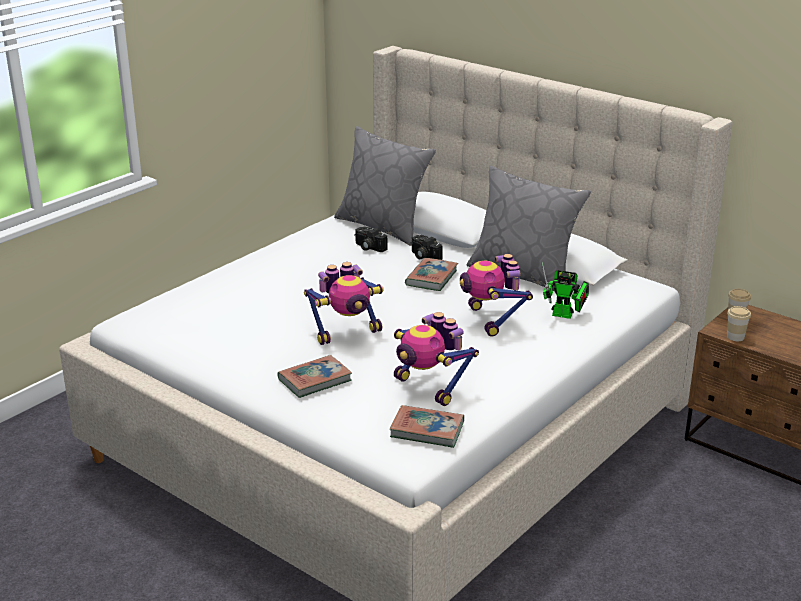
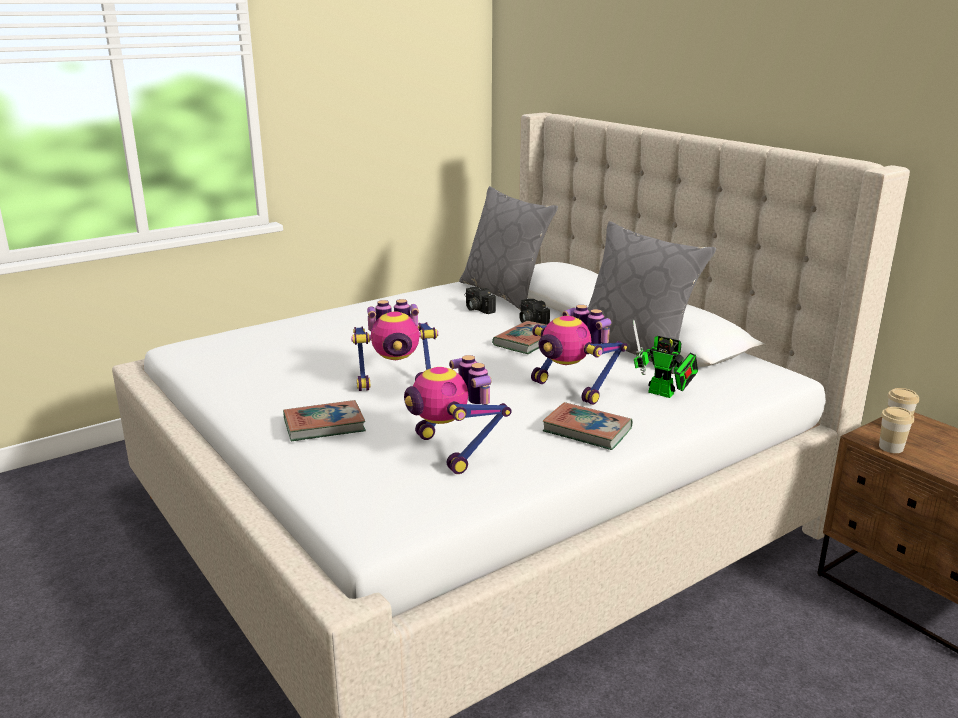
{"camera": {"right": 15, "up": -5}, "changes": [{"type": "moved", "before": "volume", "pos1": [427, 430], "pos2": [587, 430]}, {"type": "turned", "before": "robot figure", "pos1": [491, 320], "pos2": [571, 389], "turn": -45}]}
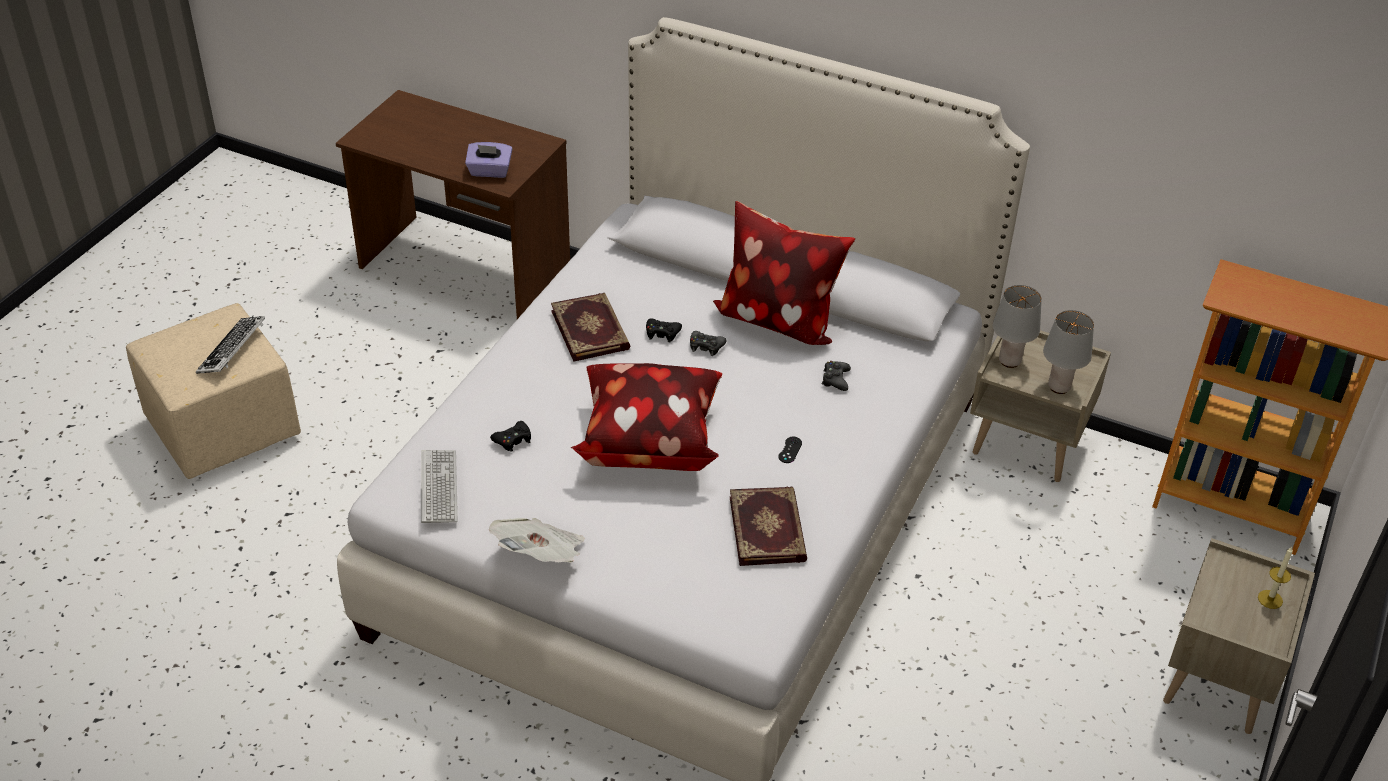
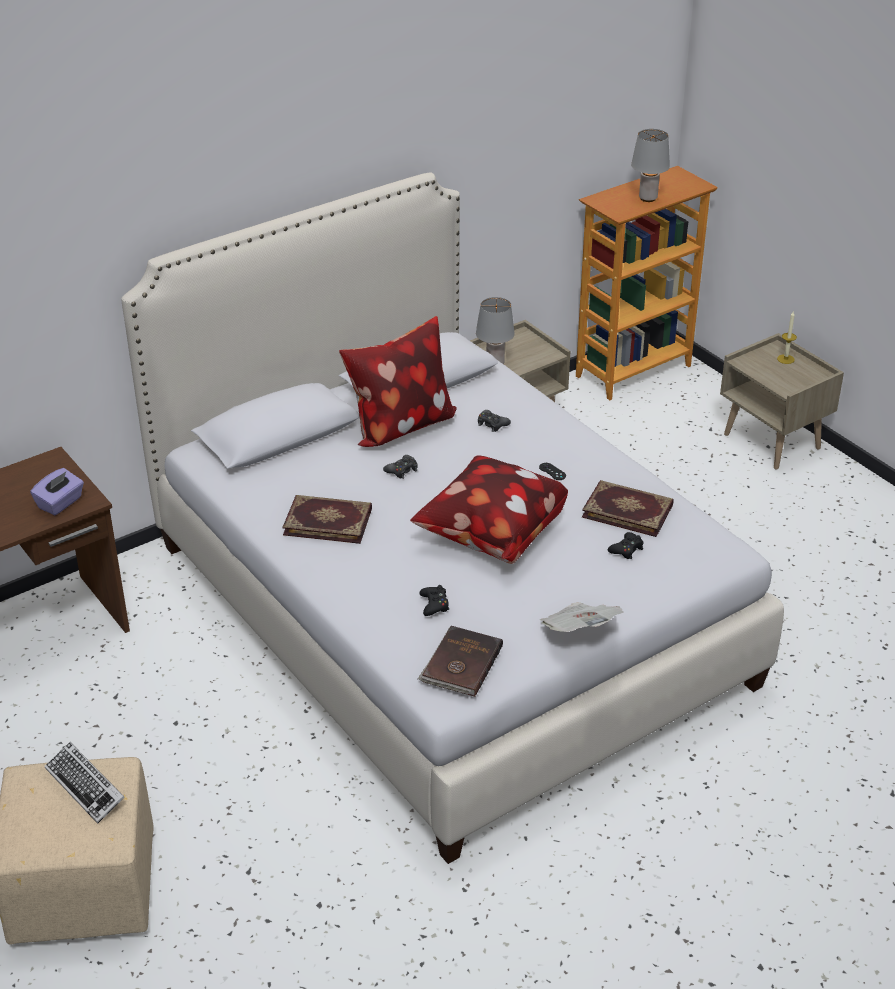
{"camera": {"right": -60, "up": -5}, "changes": [{"type": "moved", "before": "game controller/black-coloured", "pos1": [662, 333], "pos2": [626, 549]}, {"type": "moved", "before": "tabletop lamp/greyish", "pos1": [1058, 387], "pos2": [647, 198]}, {"type": "replaced", "before": "computer keyboard", "after": "volume/brown-coloured", "pos1": [439, 487], "pos2": [460, 664]}]}
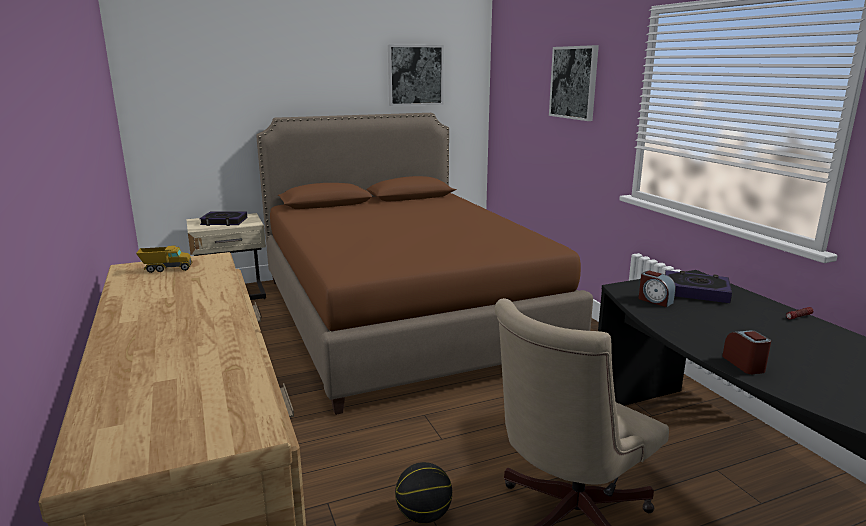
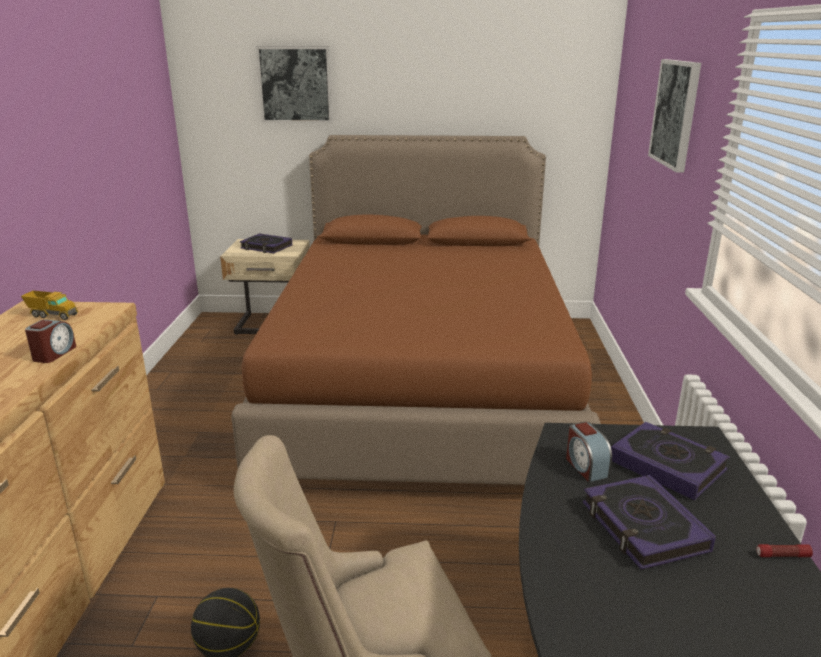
{"camera": {"right": 25, "up": 5}, "changes": [{"type": "added", "after": "volume", "pos2": [643, 527]}, {"type": "moved", "before": "wall picture", "pos1": [415, 75], "pos2": [295, 84]}, {"type": "moved", "before": "bedside clock", "pos1": [744, 364], "pos2": [54, 354]}]}
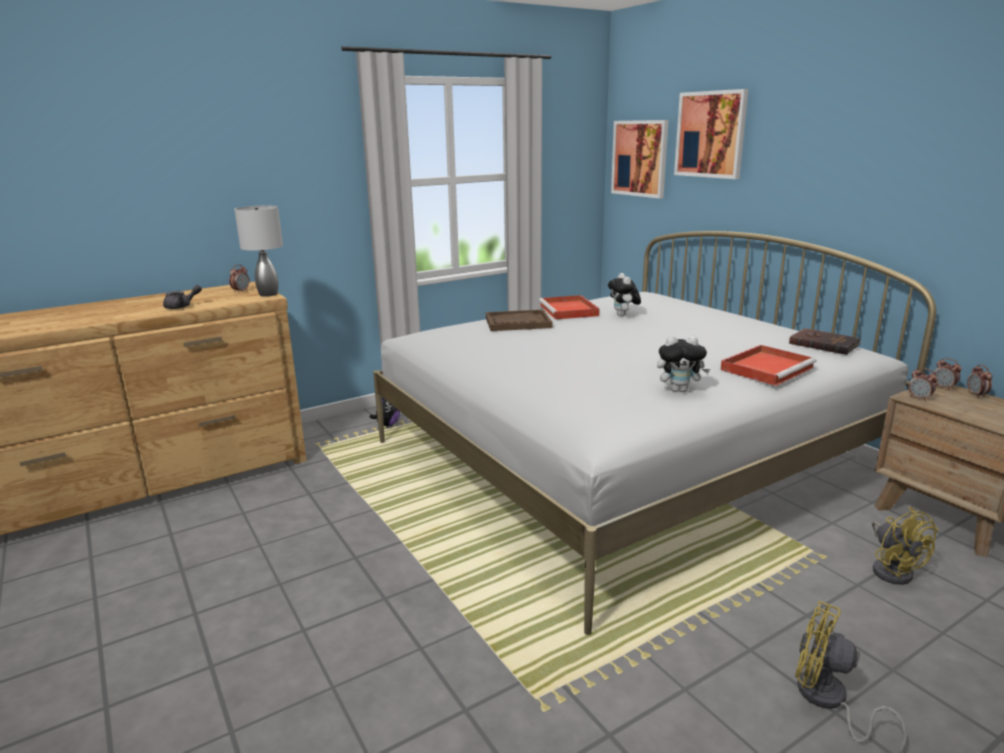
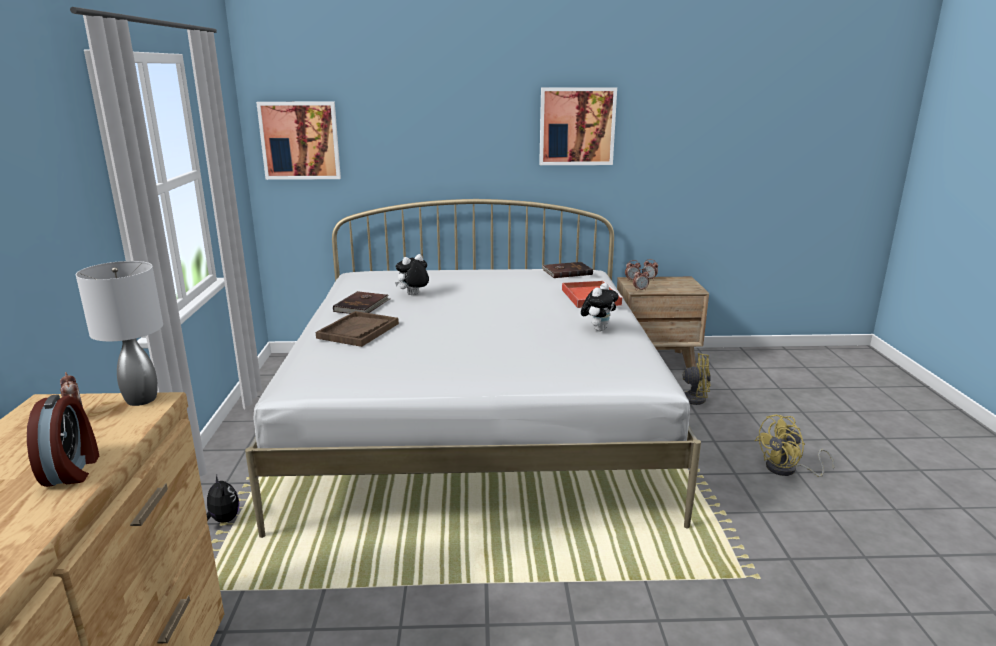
{"camera": {"right": -60, "up": 0}, "changes": [{"type": "moved", "before": "wall picture", "pos1": [711, 134], "pos2": [577, 126]}, {"type": "replaced", "before": "pot for tea/greyish", "after": "bedside clock", "pos1": [182, 306], "pos2": [72, 470]}, {"type": "replaced", "before": "carrying tray/red", "after": "volume/brown-coloured", "pos1": [569, 310], "pos2": [362, 306]}, {"type": "turned", "before": "soft toy", "pos1": [623, 315], "pos2": [413, 295], "turn": 120}]}
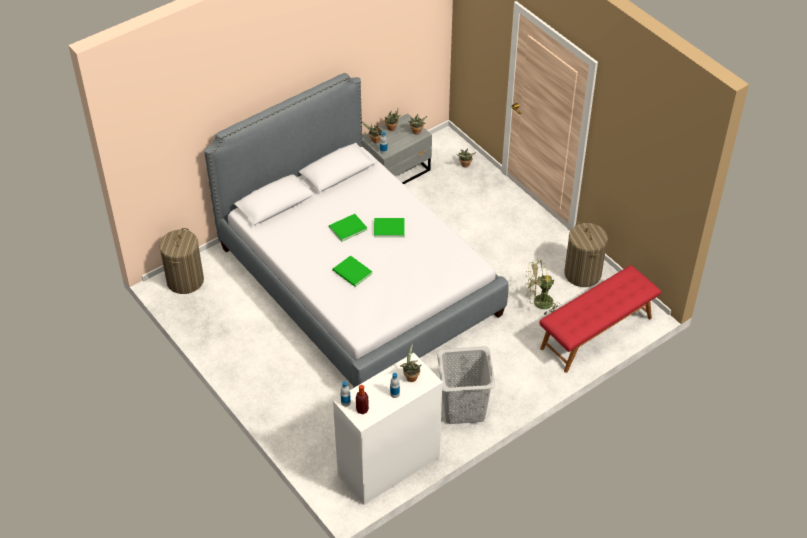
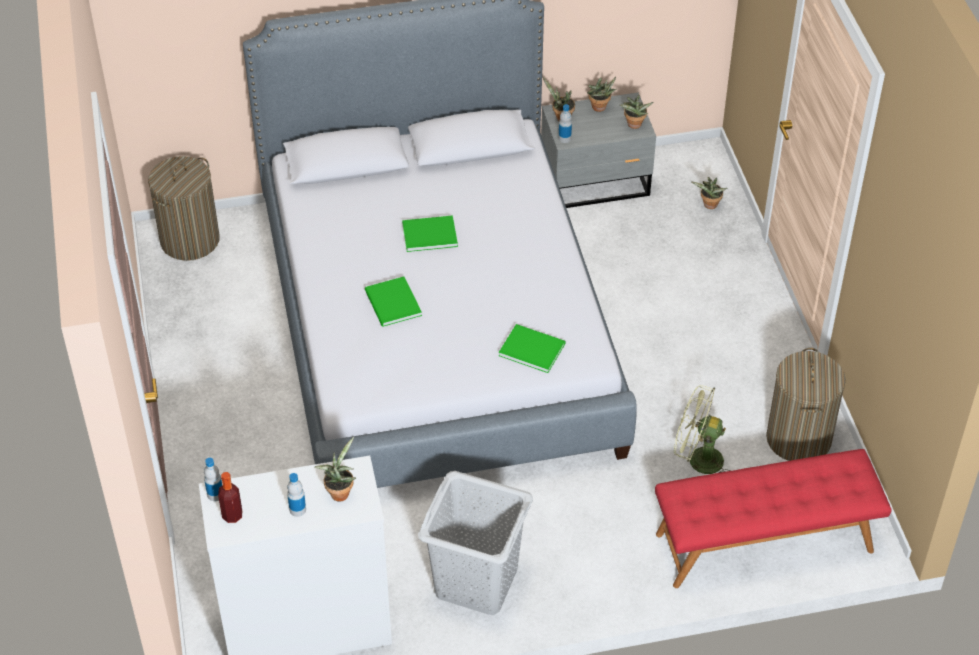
{"camera": {"right": 25, "up": 0}, "changes": [{"type": "moved", "before": "volume/greenish", "pos1": [388, 227], "pos2": [531, 348]}]}
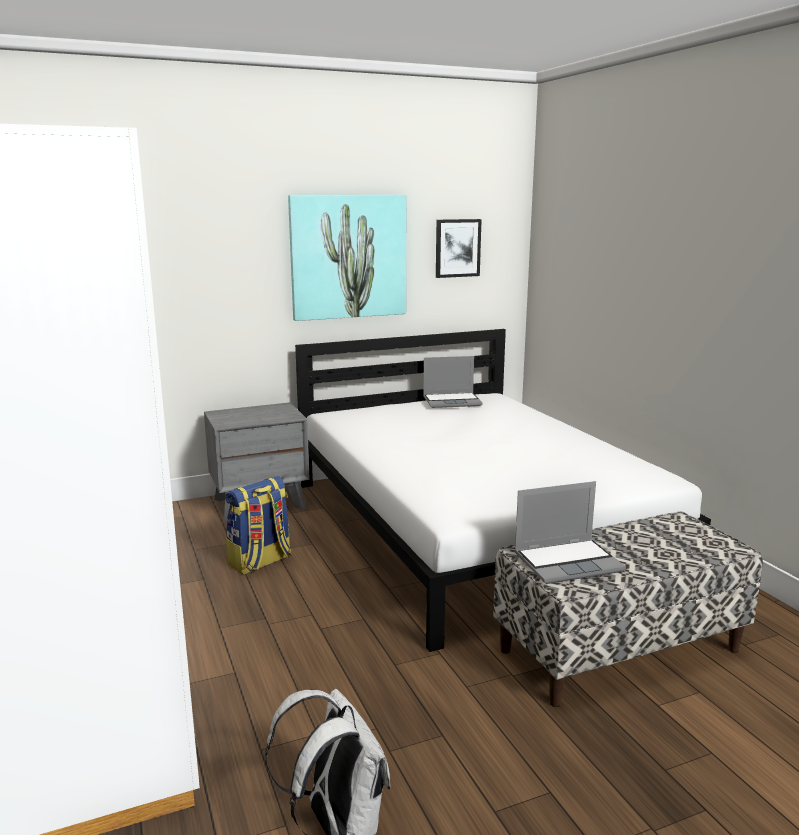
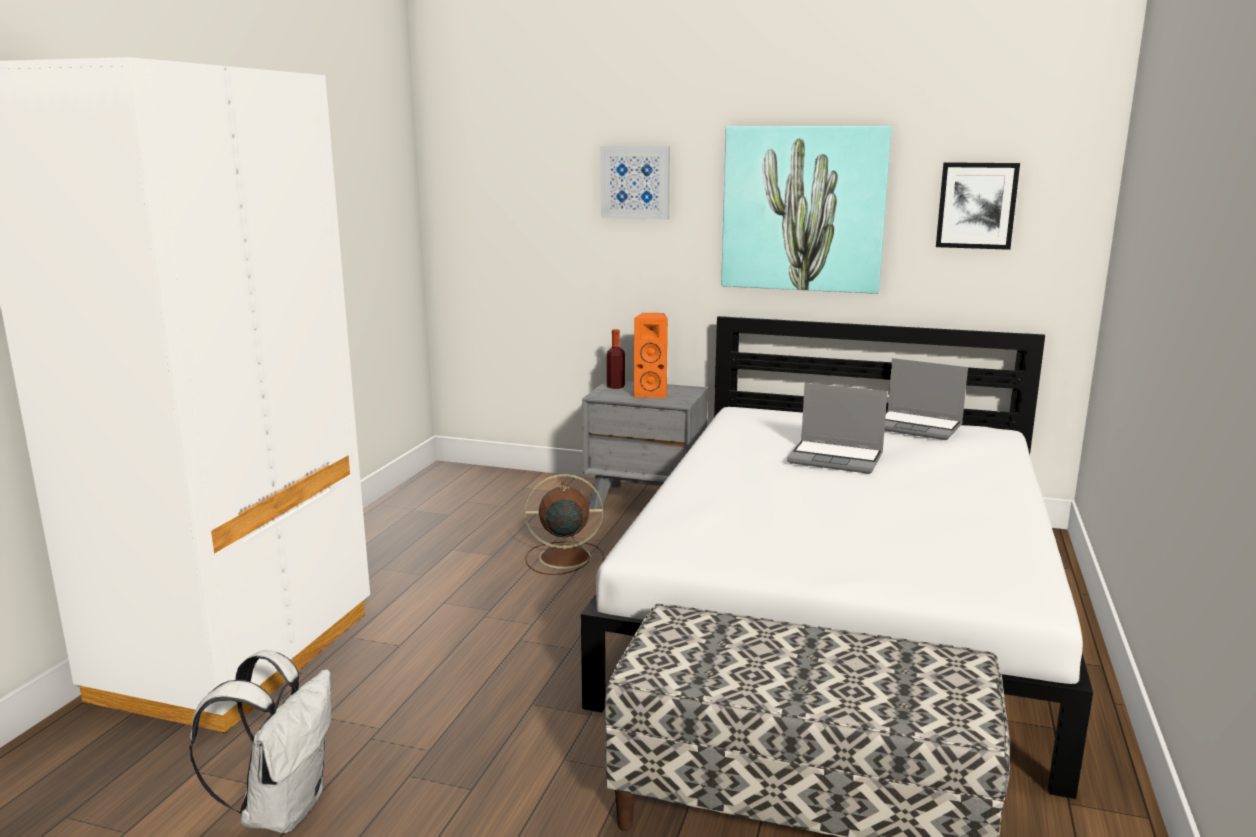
{"camera": {"right": 40, "up": 0}, "changes": [{"type": "added", "after": "wall picture", "pos2": [635, 182]}, {"type": "added", "after": "drink bottle", "pos2": [615, 386]}, {"type": "added", "after": "loudspeaker/orange", "pos2": [651, 394]}, {"type": "moved", "before": "portable computer", "pos1": [568, 562], "pos2": [837, 458]}, {"type": "replaced", "before": "rucksack", "after": "fan/brown-coloured", "pos1": [260, 562], "pos2": [562, 557]}]}
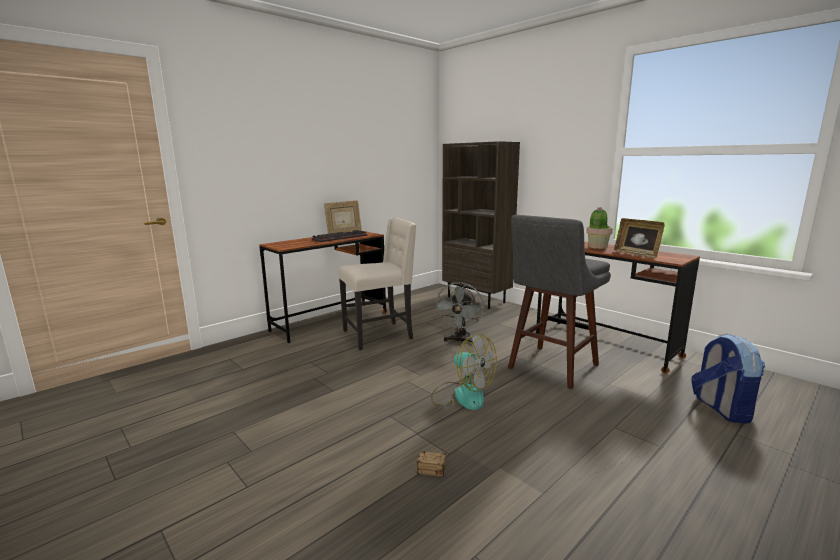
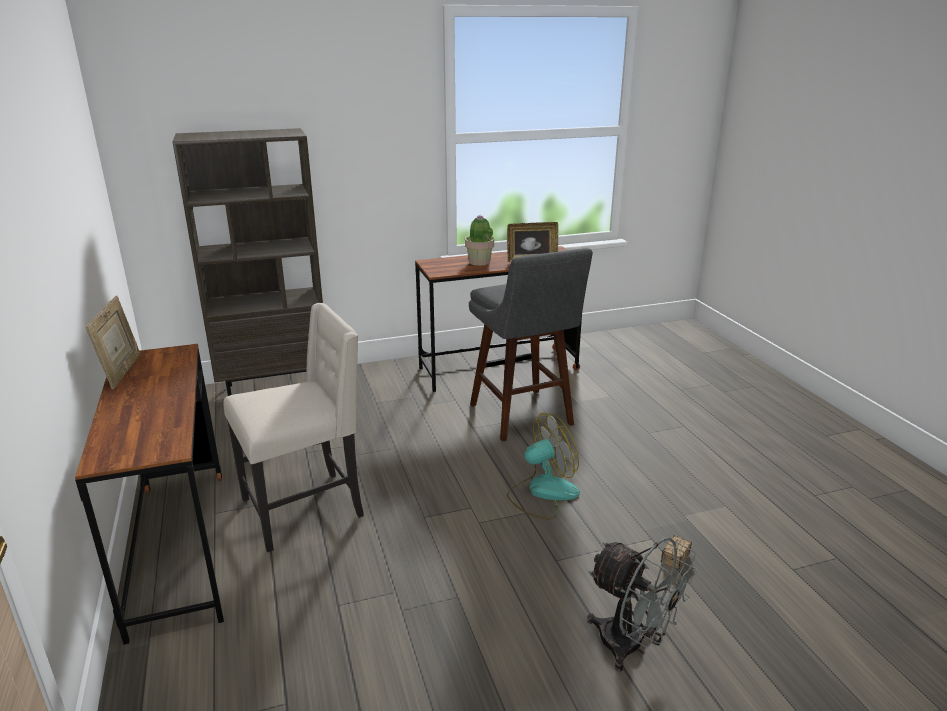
{"camera": {"right": -65, "up": 10}, "changes": [{"type": "removed", "before": "computer keyboard", "pos1": [340, 237]}, {"type": "removed", "before": "rucksack", "pos1": [721, 408]}, {"type": "moved", "before": "fan/greyish", "pos1": [460, 341], "pos2": [631, 646]}, {"type": "turned", "before": "chair/beige", "pos1": [379, 335], "pos2": [305, 508], "turn": 60}]}
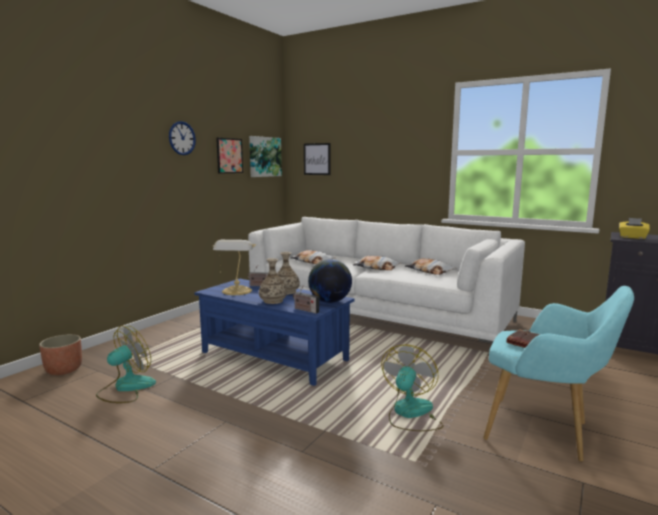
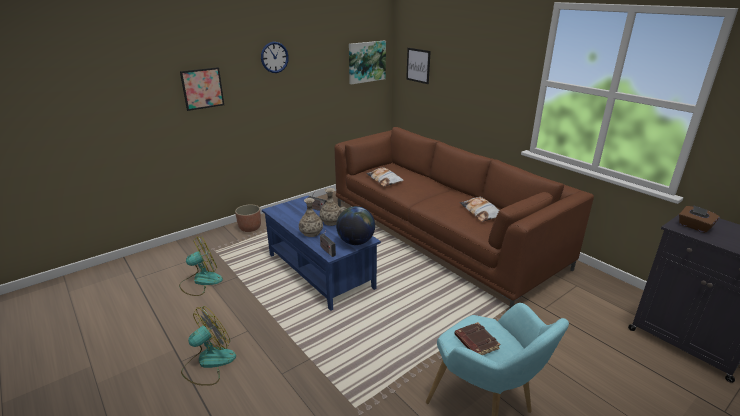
{"camera": {"right": 20, "up": 15}, "changes": [{"type": "removed", "before": "tabletop lamp", "pos1": [236, 291]}, {"type": "removed", "before": "throw pillow", "pos1": [377, 267]}, {"type": "moved", "before": "plant pot", "pos1": [64, 370], "pos2": [250, 228]}, {"type": "moved", "before": "wall picture", "pos1": [229, 155], "pos2": [202, 88]}, {"type": "moved", "before": "fan", "pos1": [410, 414], "pos2": [208, 363]}, {"type": "recoloured", "before": "settee/white", "after": "settee/brown-coloured", "pos1": [377, 313], "pos2": [440, 234]}, {"type": "recoloured", "before": "box of tissues/yellow-coloured", "after": "box of tissues/brown-coloured", "pos1": [632, 237], "pos2": [694, 227]}]}
